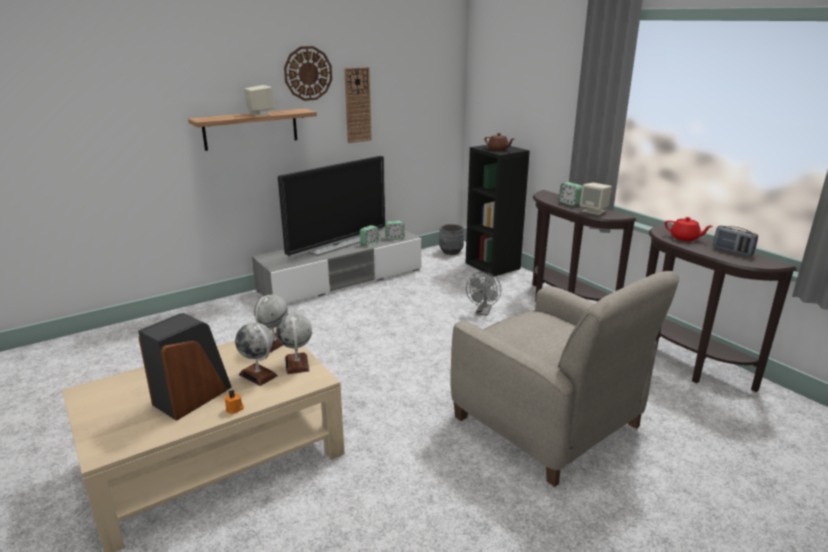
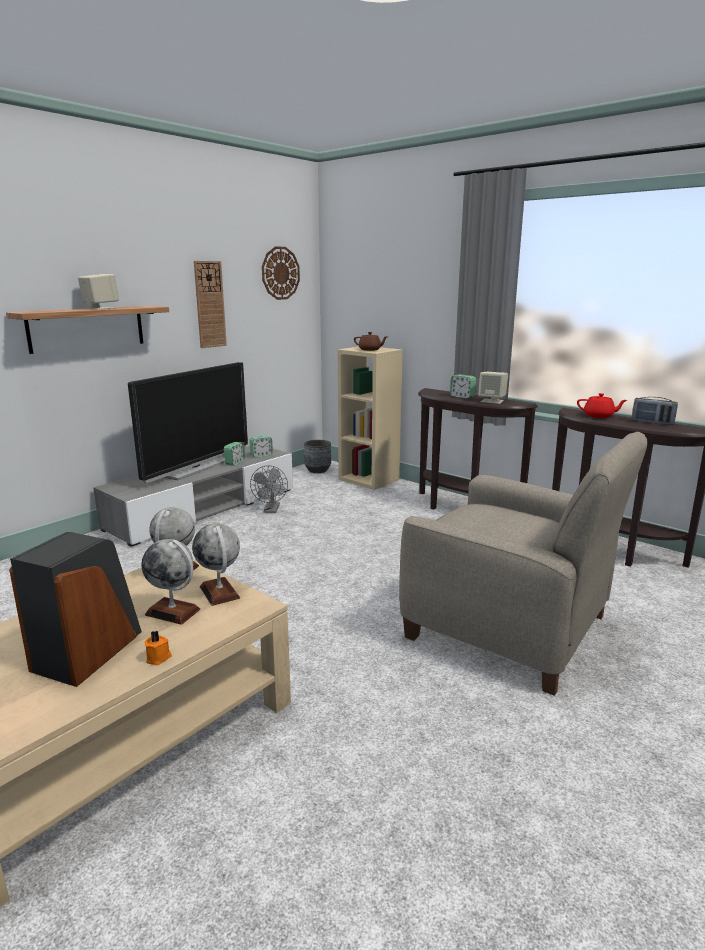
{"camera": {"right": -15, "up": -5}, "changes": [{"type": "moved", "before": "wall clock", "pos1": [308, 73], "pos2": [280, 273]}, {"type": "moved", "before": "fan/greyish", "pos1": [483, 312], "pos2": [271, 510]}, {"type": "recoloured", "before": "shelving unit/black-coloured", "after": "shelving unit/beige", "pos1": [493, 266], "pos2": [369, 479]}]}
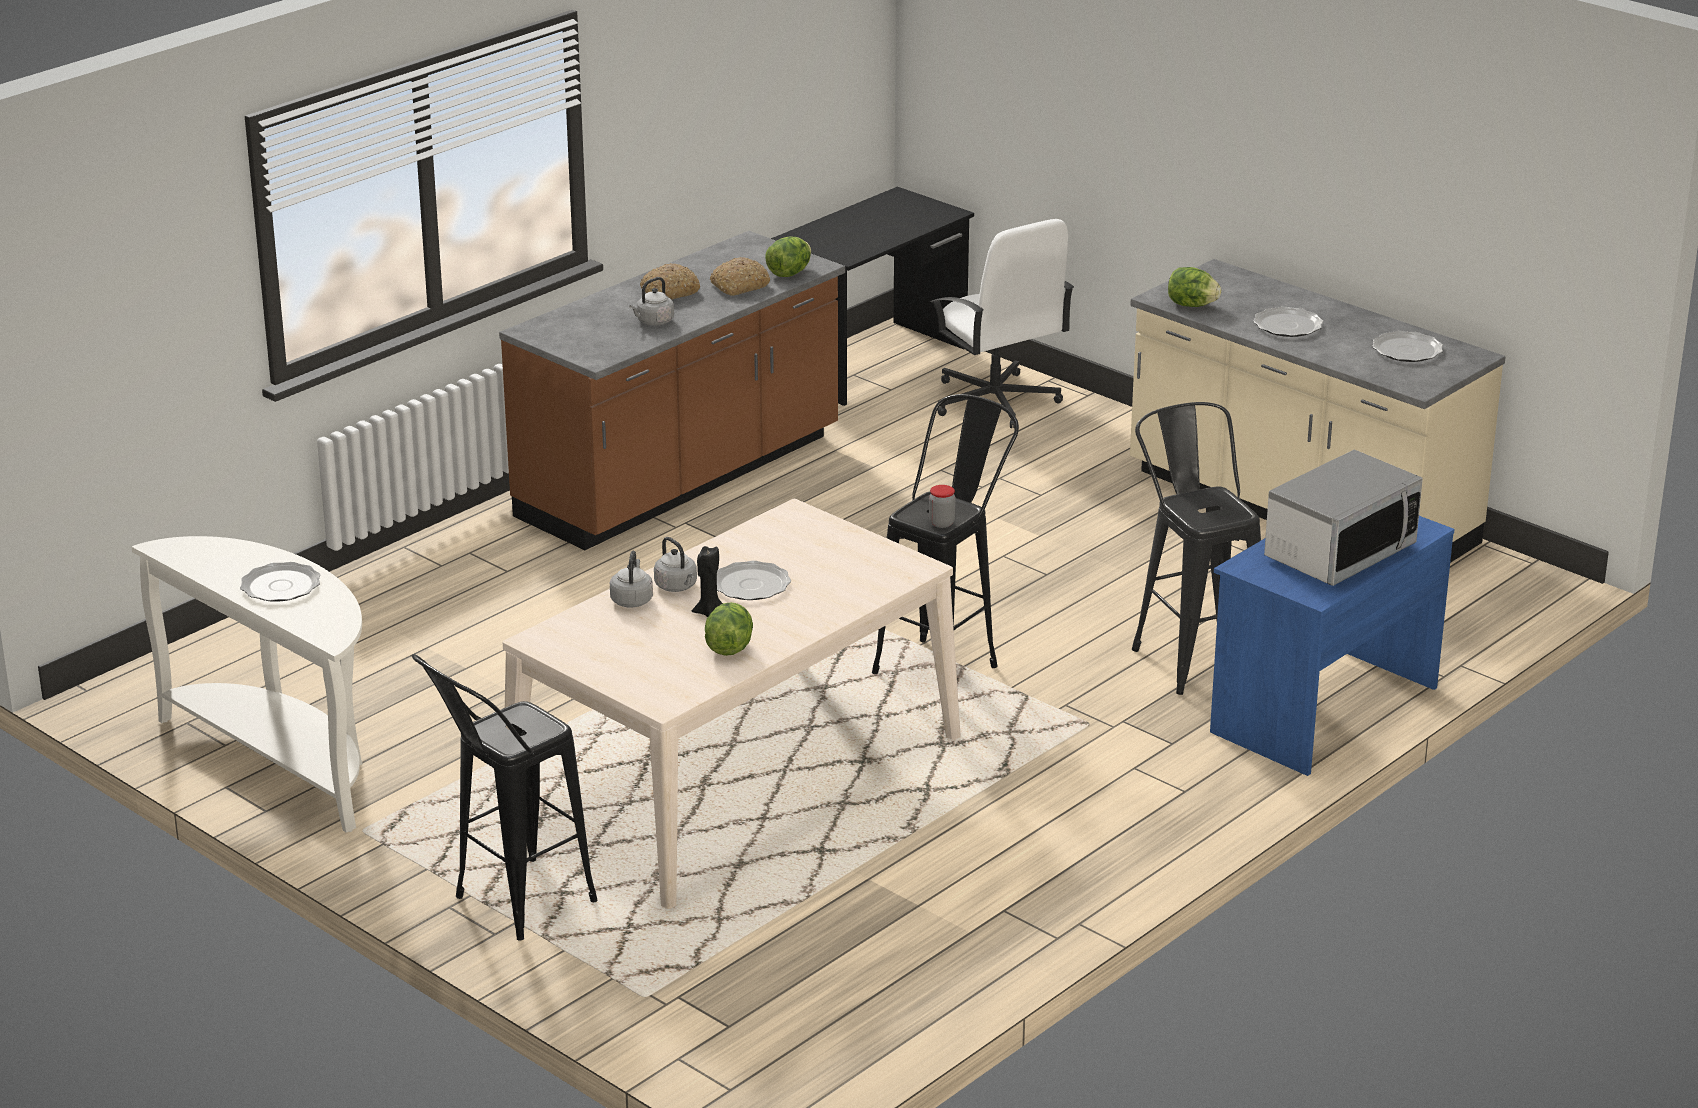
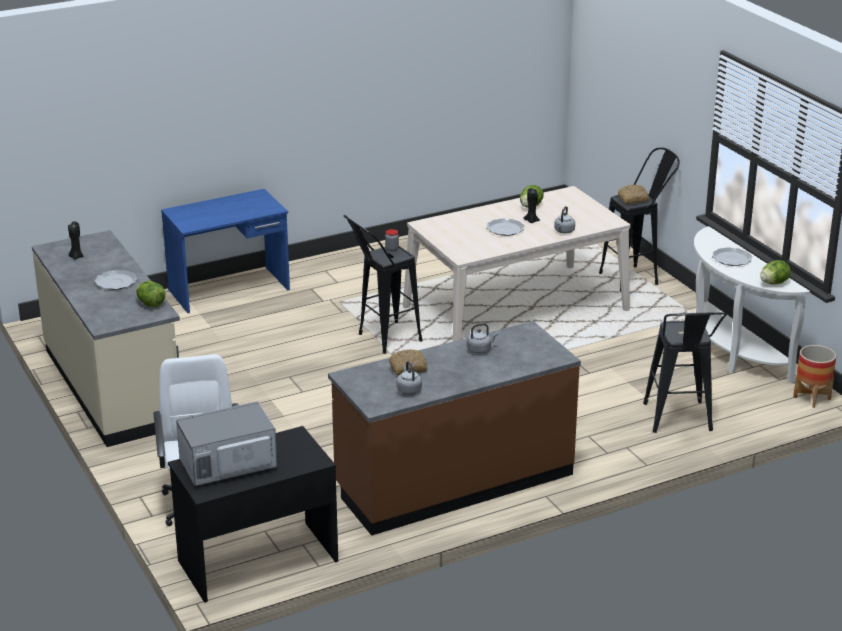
{"camera": {"right": -160, "up": 0}, "changes": [{"type": "added", "after": "plant pot", "pos2": [812, 398]}, {"type": "moved", "before": "bread", "pos1": [669, 292], "pos2": [633, 199]}, {"type": "moved", "before": "water kettle/greyish", "pos1": [677, 587], "pos2": [408, 389]}, {"type": "moved", "before": "lettuce", "pos1": [789, 273], "pos2": [773, 283]}, {"type": "moved", "before": "sitting stool/black-coloured", "pos1": [1194, 654], "pos2": [678, 421]}, {"type": "moved", "before": "microwave oven", "pos1": [1339, 552], "pos2": [228, 466]}, {"type": "replaced", "before": "dinner plate", "after": "candle/black-coloured", "pos1": [1406, 350], "pos2": [76, 256]}]}
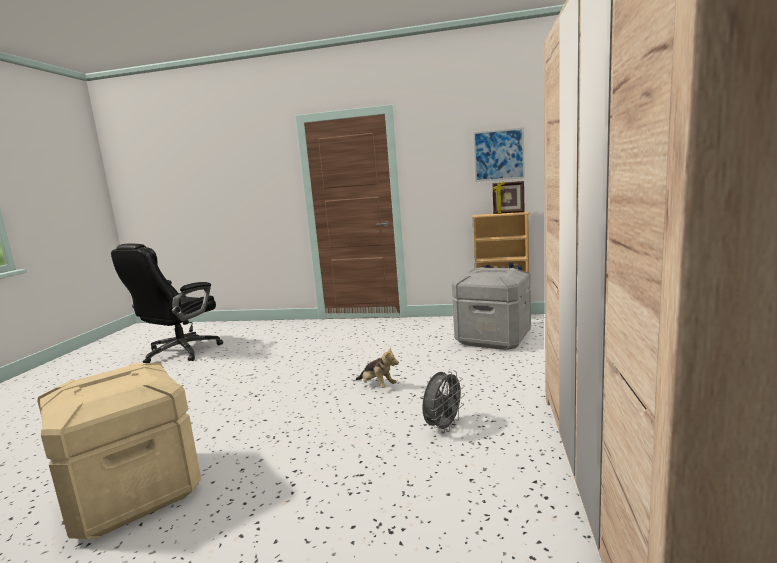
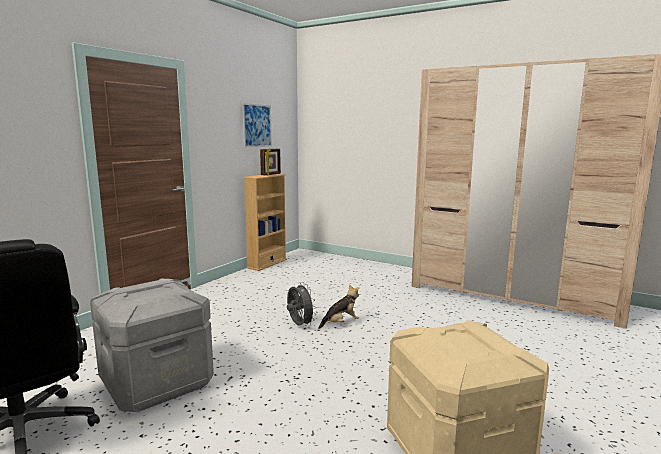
{"camera": {"right": -70, "up": 0}, "changes": [{"type": "moved", "before": "fan/greyish", "pos1": [443, 427], "pos2": [299, 325]}, {"type": "moved", "before": "storage bin/greyish", "pos1": [493, 338], "pos2": [157, 382]}]}
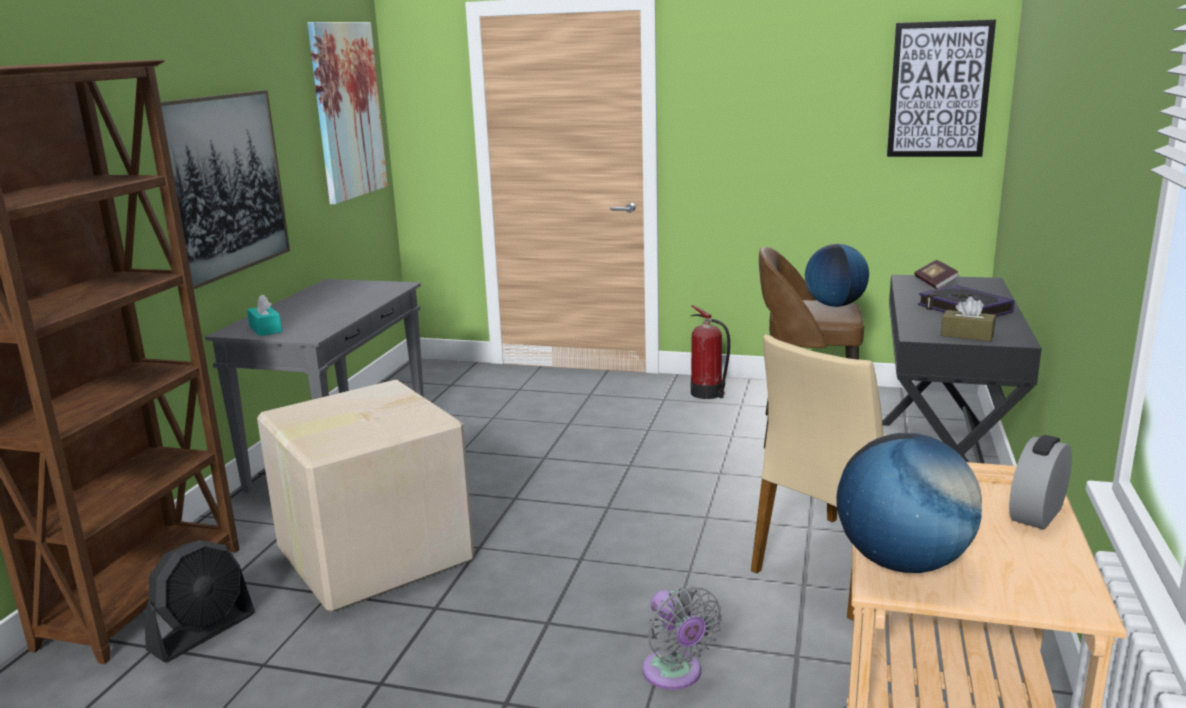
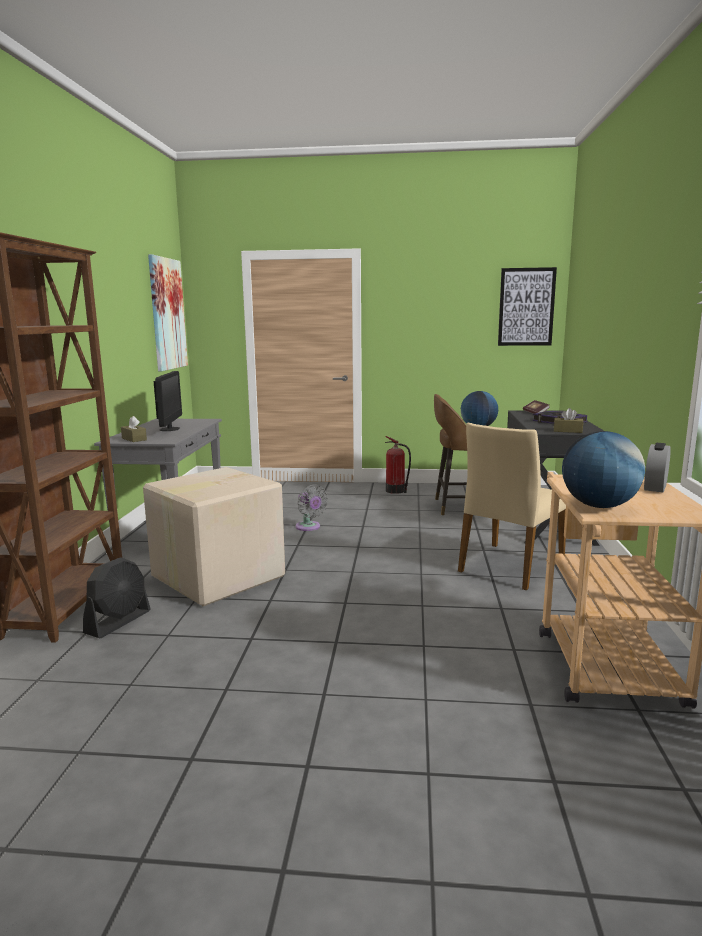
{"camera": {"right": -10, "up": -5}, "changes": [{"type": "removed", "before": "wall picture", "pos1": [222, 185]}, {"type": "added", "after": "computer screen", "pos2": [169, 429]}, {"type": "moved", "before": "fan/greyish", "pos1": [675, 674], "pos2": [309, 527]}, {"type": "recoloured", "before": "box of tissues/turquoise", "after": "box of tissues/brown-coloured", "pos1": [265, 329], "pos2": [134, 439]}]}
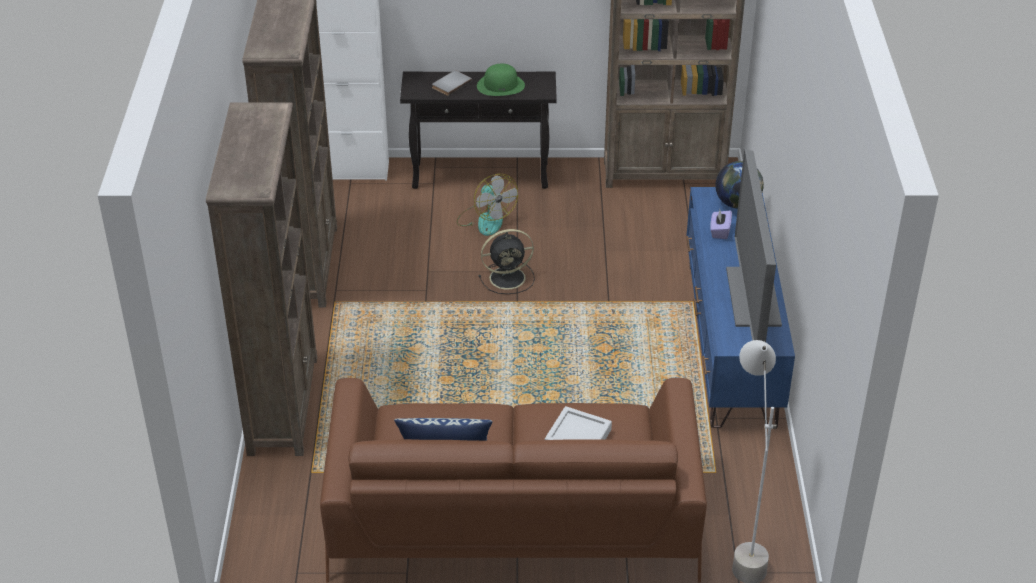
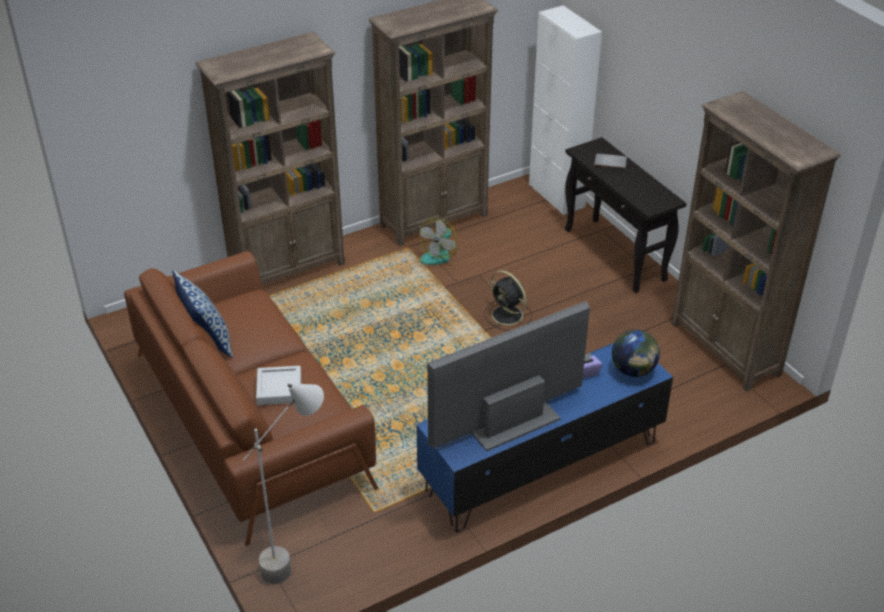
{"camera": {"right": 60, "up": 0}, "changes": [{"type": "removed", "before": "clothing hat/greenish", "pos1": [501, 85]}, {"type": "moved", "before": "fan", "pos1": [485, 219], "pos2": [439, 254]}]}
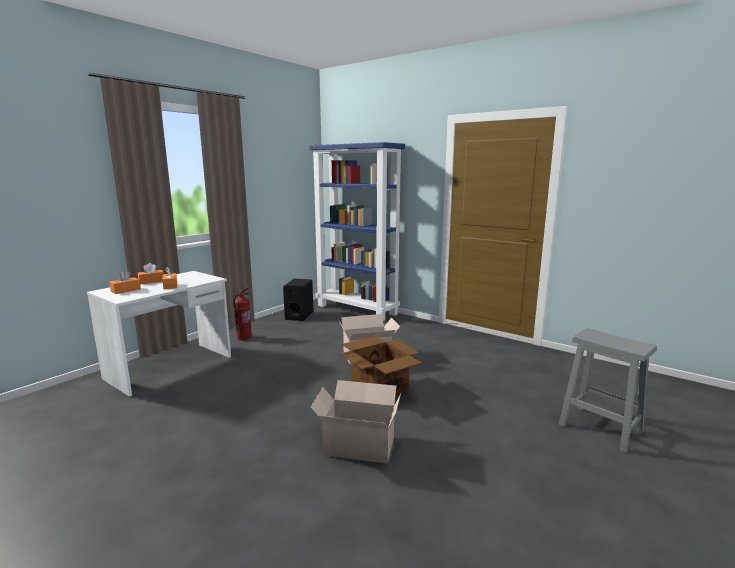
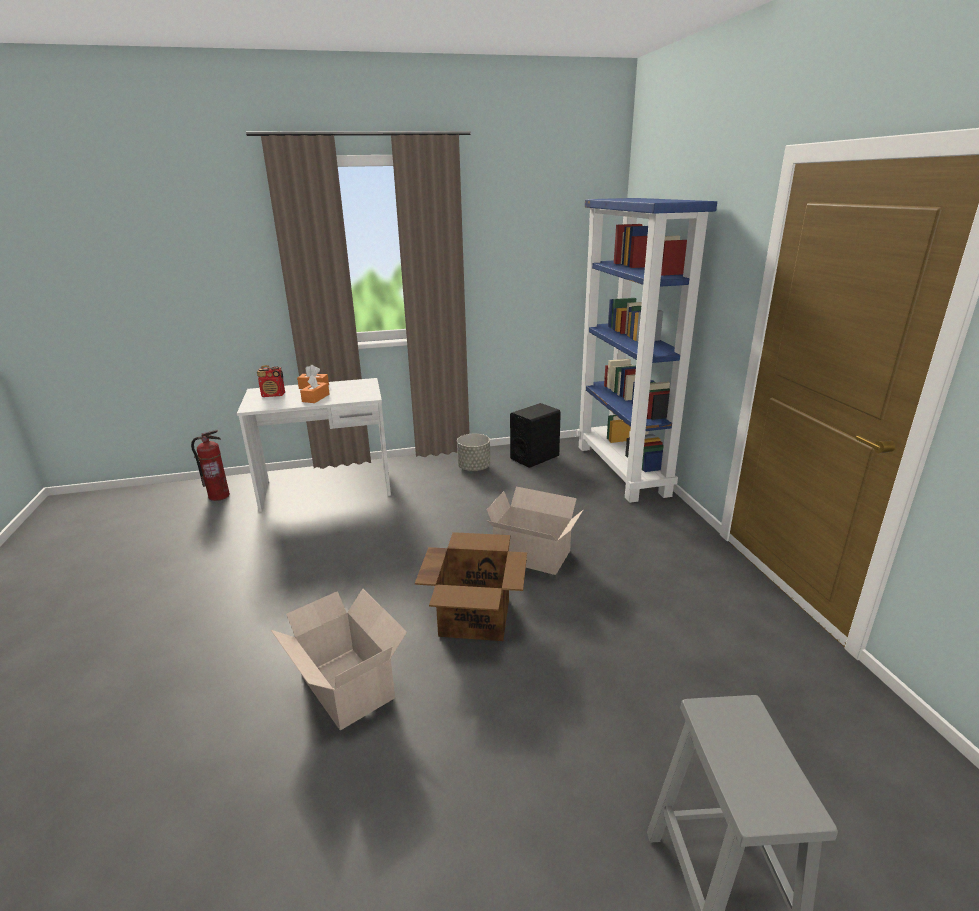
{"camera": {"right": 40, "up": 10}, "changes": [{"type": "added", "after": "plant pot/greyish", "pos2": [474, 468]}, {"type": "moved", "before": "fire extinguisher", "pos1": [244, 338], "pos2": [219, 496]}, {"type": "replaced", "before": "box of tissues/orange", "after": "radio", "pos1": [126, 290], "pos2": [273, 395]}]}
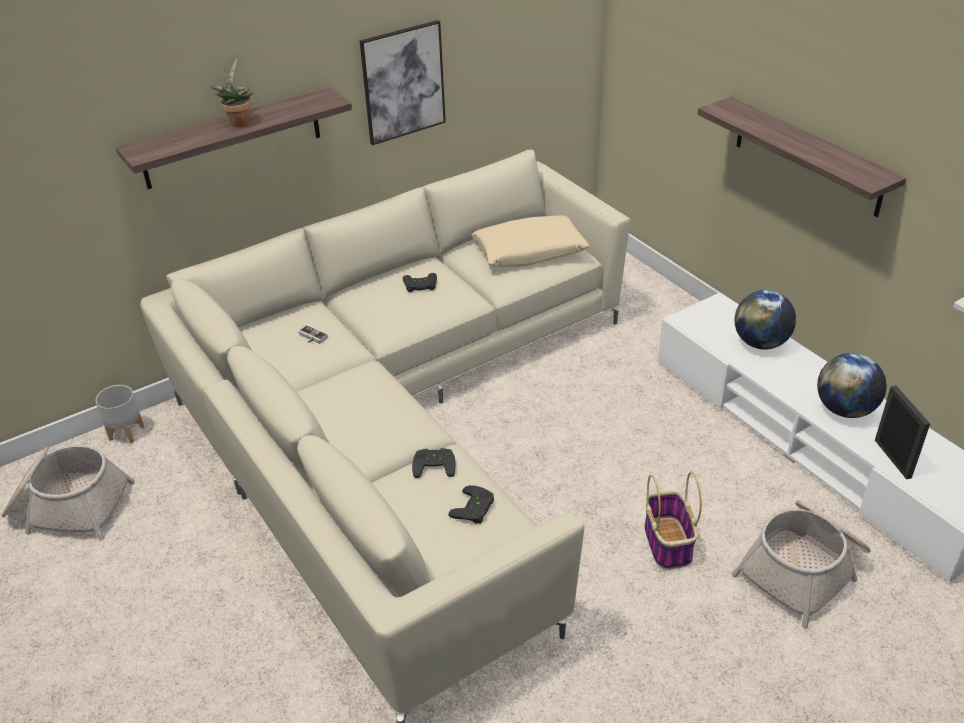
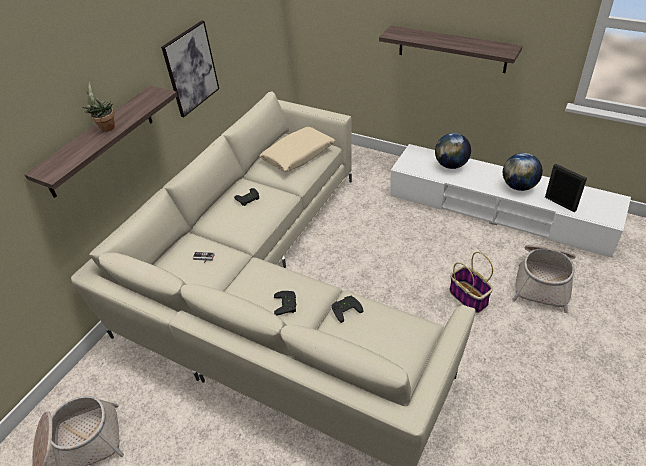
{"camera": {"right": -25, "up": 5}, "changes": [{"type": "removed", "before": "plant pot/greyish", "pos1": [126, 432]}, {"type": "moved", "before": "game controller/black-coloured", "pos1": [475, 509], "pos2": [287, 304]}]}
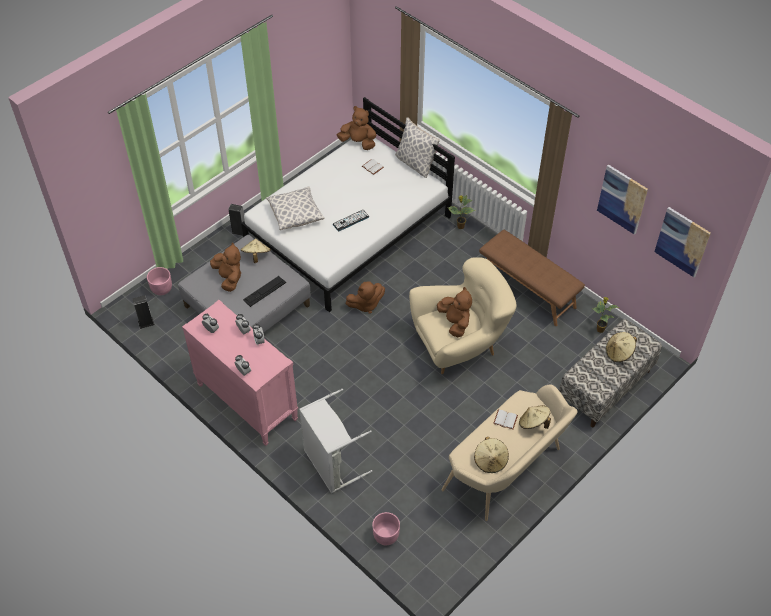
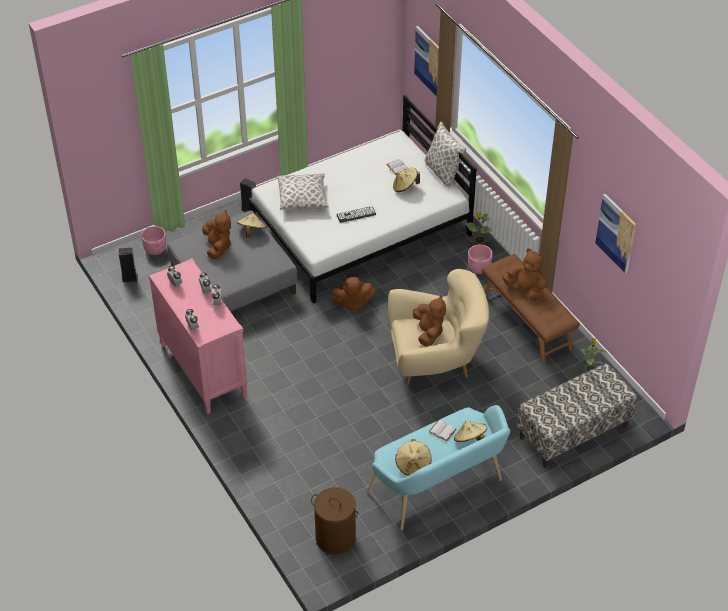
{"camera": {"right": 15, "up": -5}, "changes": [{"type": "removed", "before": "computer keyboard", "pos1": [264, 291]}, {"type": "removed", "before": "hamper/greyish", "pos1": [331, 464]}, {"type": "added", "after": "hamper/brown-coloured", "pos2": [335, 538]}, {"type": "moved", "before": "soft toy/brown-coloured", "pos1": [358, 142], "pos2": [525, 289]}, {"type": "moved", "before": "plant pot/pinkish", "pos1": [386, 535], "pos2": [479, 268]}, {"type": "moved", "before": "clothing hat/beige", "pos1": [619, 353], "pos2": [405, 187]}, {"type": "moved", "before": "wall picture", "pos1": [682, 241], "pos2": [428, 61]}, {"type": "recoloured", "before": "bench/beige", "after": "bench/turquoise", "pos1": [507, 471], "pos2": [439, 489]}]}
